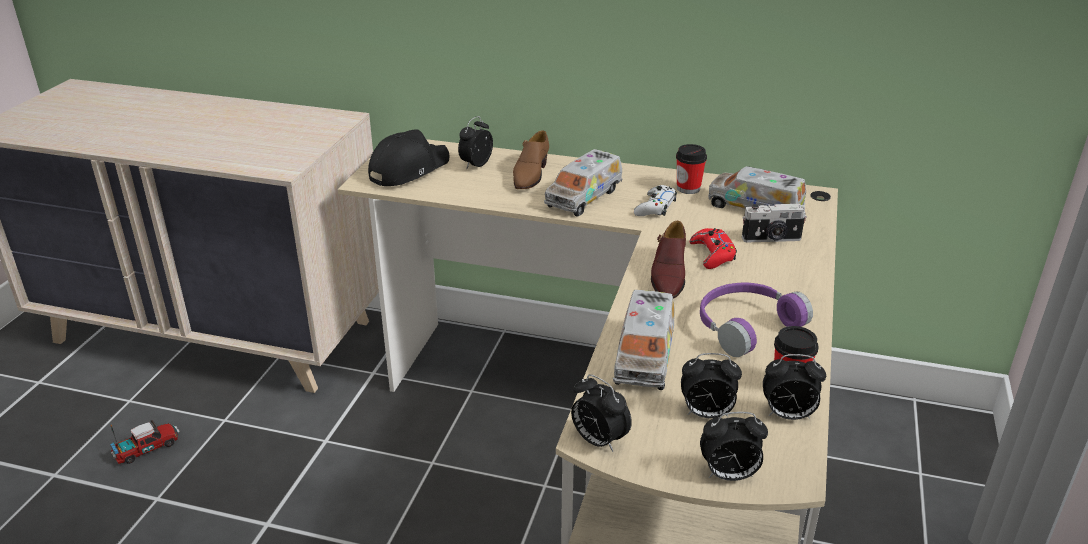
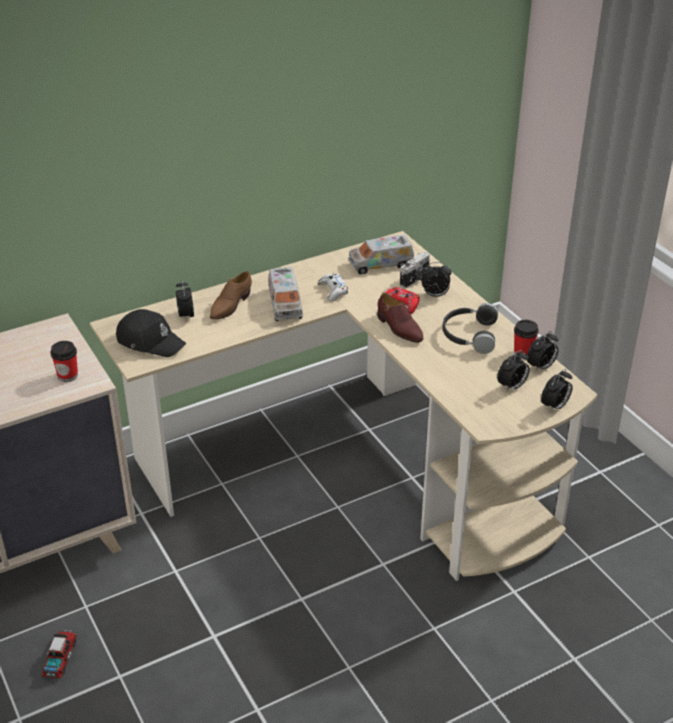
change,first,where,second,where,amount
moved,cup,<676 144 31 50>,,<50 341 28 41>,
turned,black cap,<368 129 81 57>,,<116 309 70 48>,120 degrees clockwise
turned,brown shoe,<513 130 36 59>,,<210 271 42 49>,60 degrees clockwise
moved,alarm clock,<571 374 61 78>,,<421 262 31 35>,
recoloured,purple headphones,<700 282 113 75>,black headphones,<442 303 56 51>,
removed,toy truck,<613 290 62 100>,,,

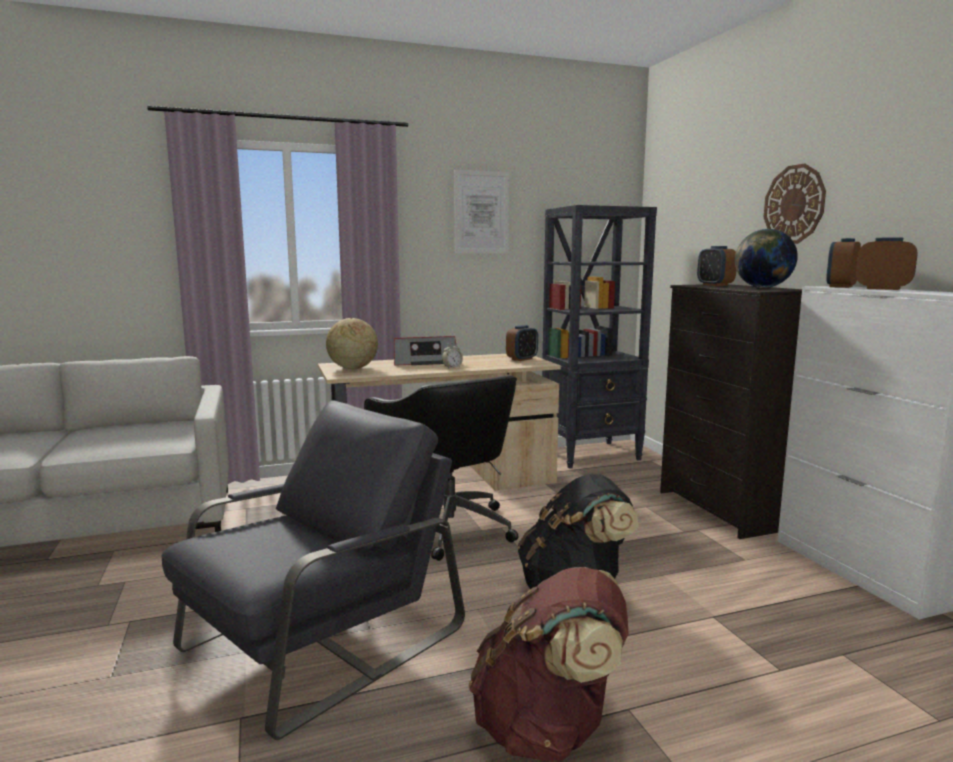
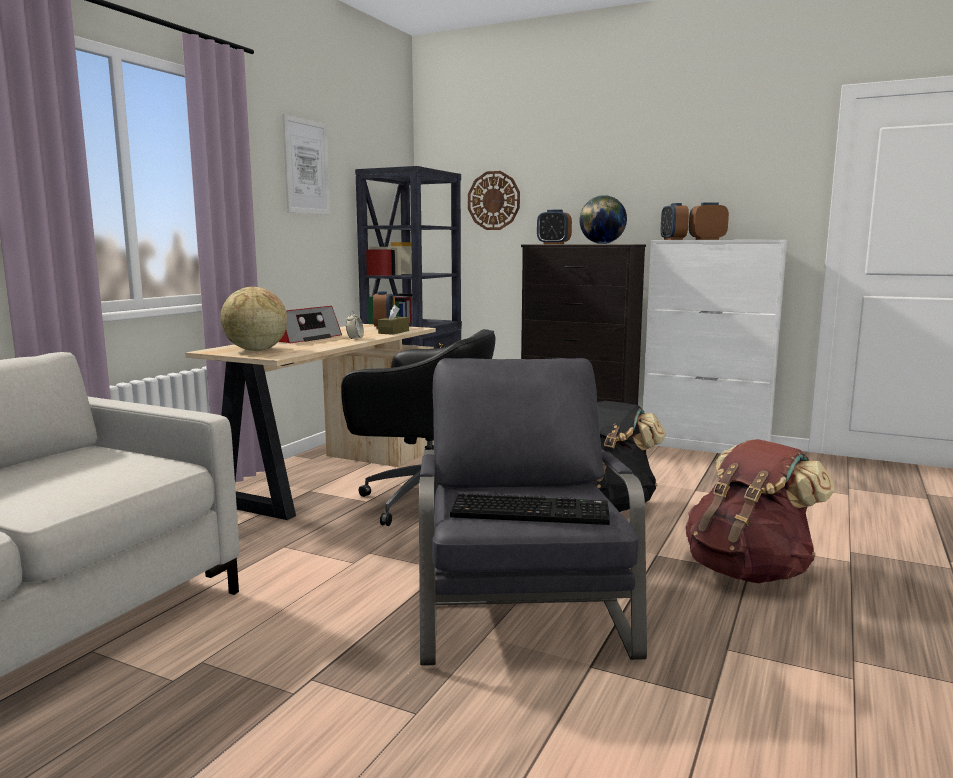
change,first,where,second,where,amount
added,,,brown tissue box,<378 305 31 30>,
added,,,keyboard,<450 493 160 32>,
moved,wall clock,<764 164 62 80>,,<468 171 52 59>,

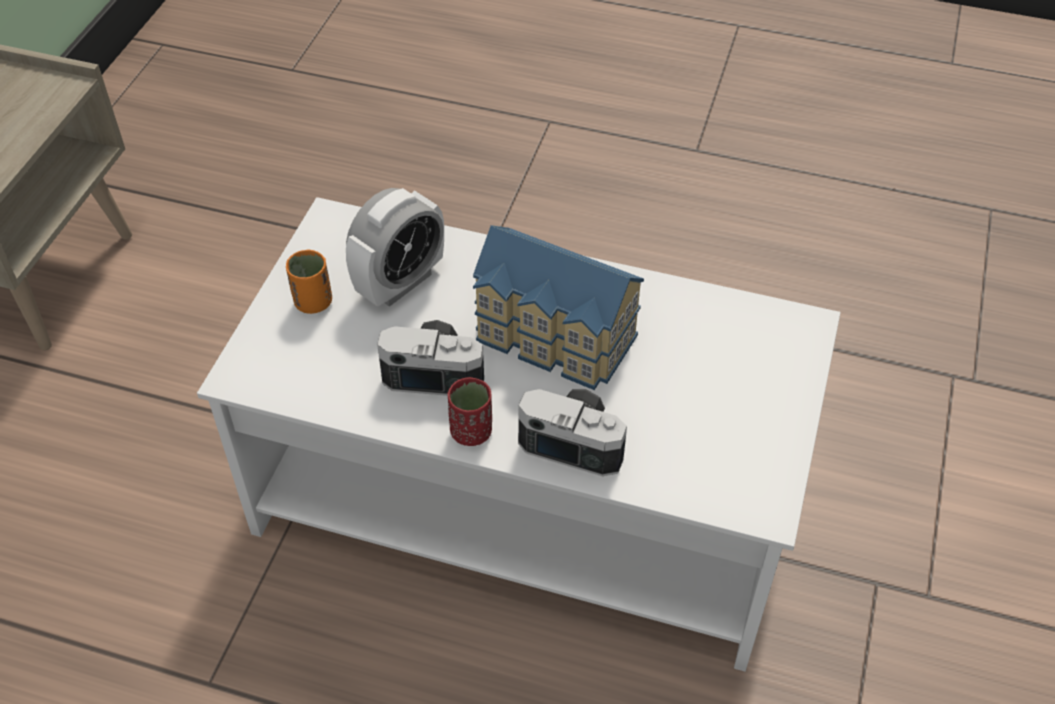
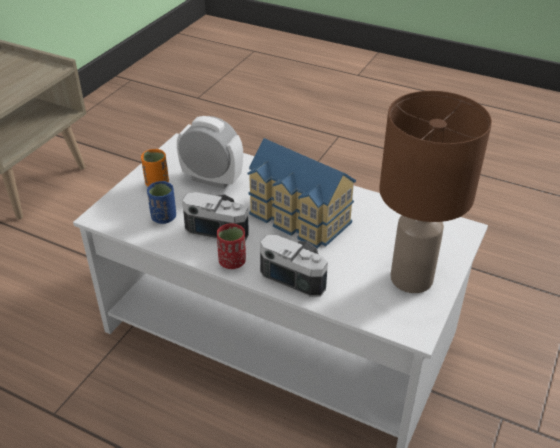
change,first,where,second,where,amount
added,,,blue cup,<147 181 29 43>,
turned,alarm clock,<346 188 98 119>,,<177 116 66 73>,120 degrees counterclockwise
added,,,brown table lamp,<379 91 113 202>,

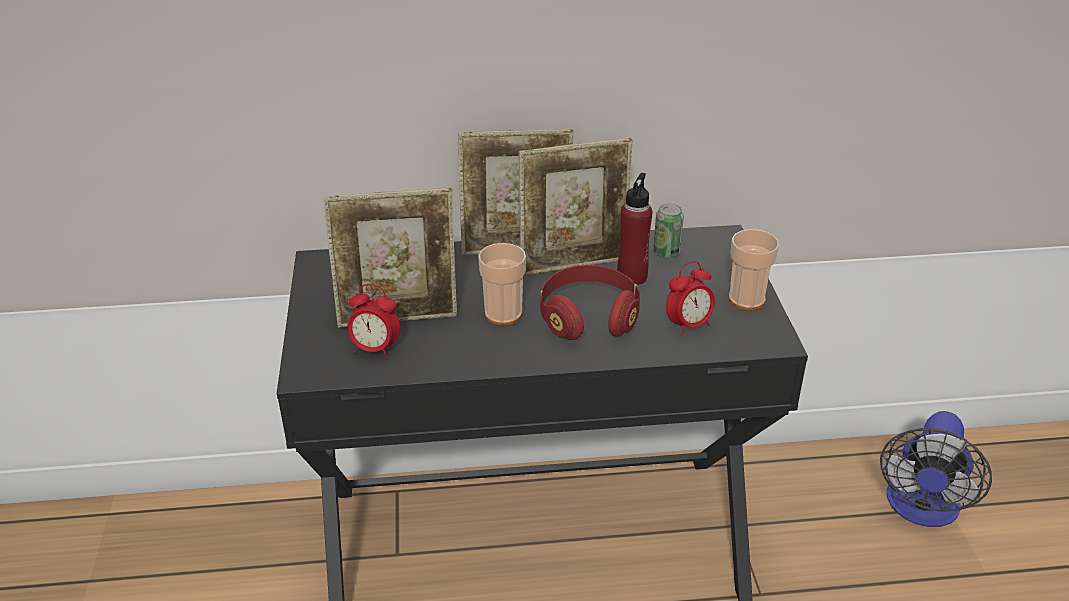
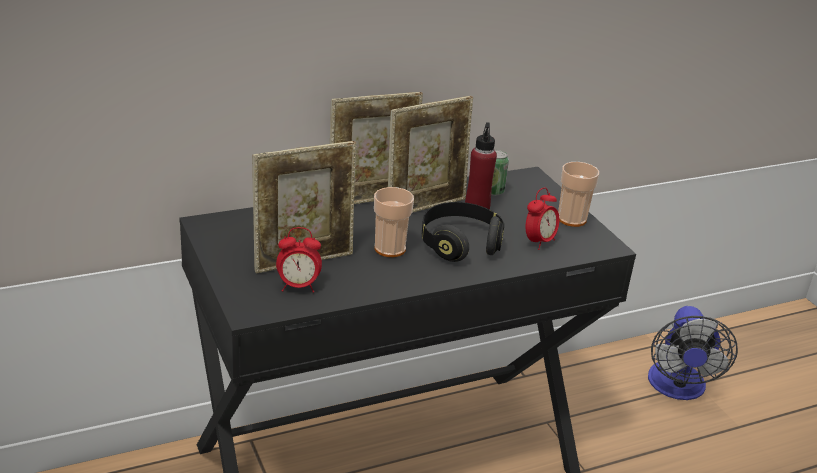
change,first,where,second,where,amount
recoloured,red headphones,<540 265 100 75>,black headphones,<422 202 82 60>,

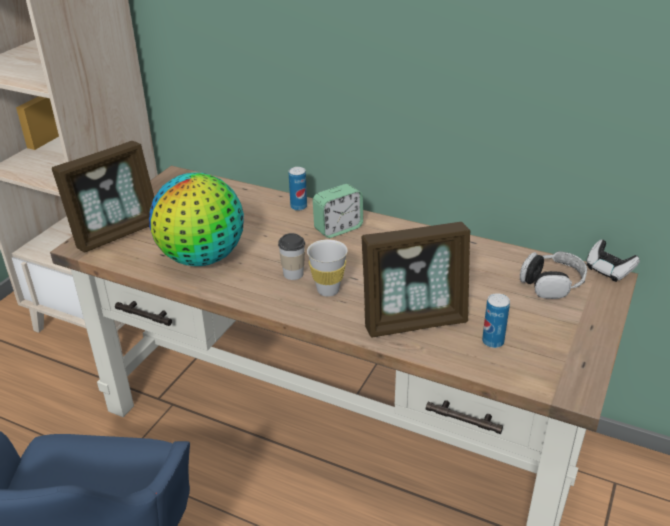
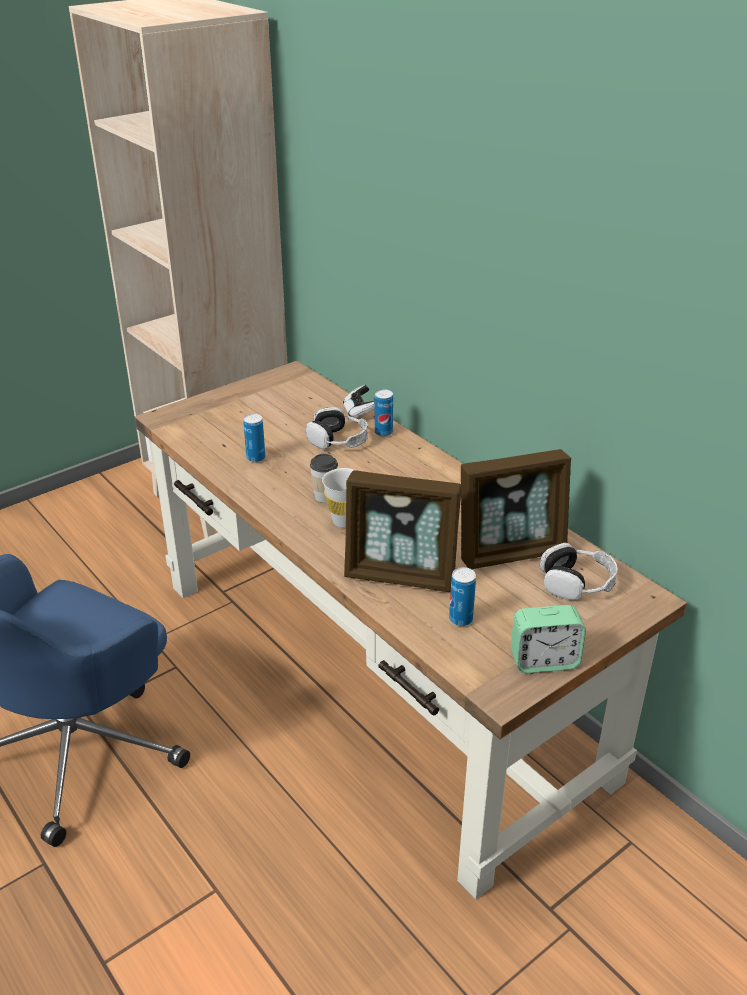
change,first,where,second,where,amount
replaced,globe,<149 172 95 94>,can,<243 414 22 49>,
added,,,headphones,<306 407 62 42>,
moved,game controller,<586 240 54 42>,,<343 385 32 33>,
moved,picture frame,<52 141 102 112>,,<461 449 110 120>,
moved,alarm clock,<313 184 50 54>,,<511 605 75 68>,

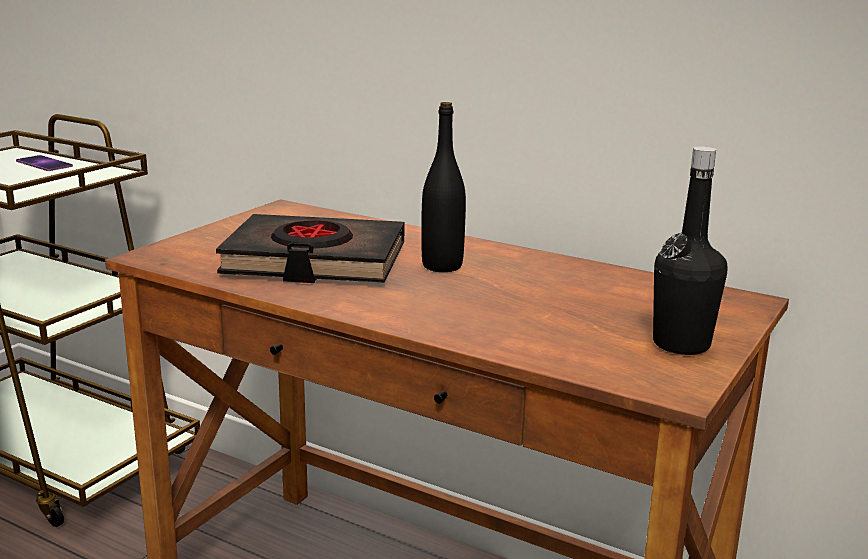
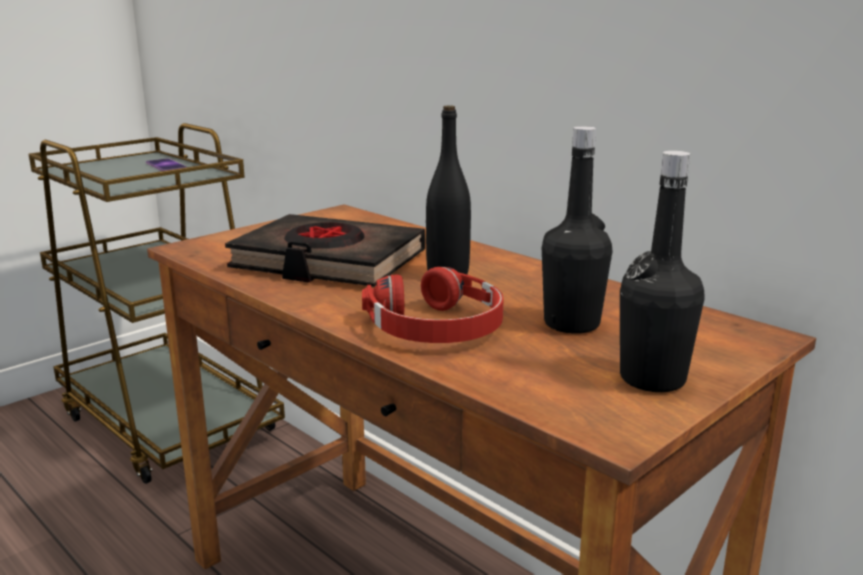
change,first,where,second,where,amount
added,,,red headphones,<362 267 142 76>,
added,,,black bottle,<542 126 70 208>,

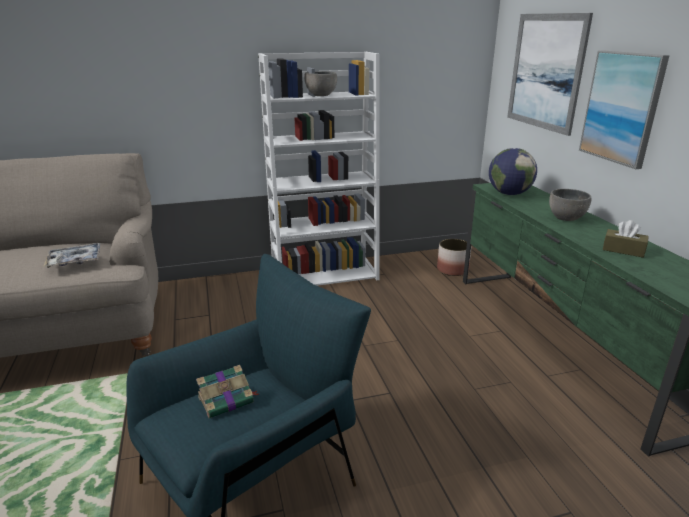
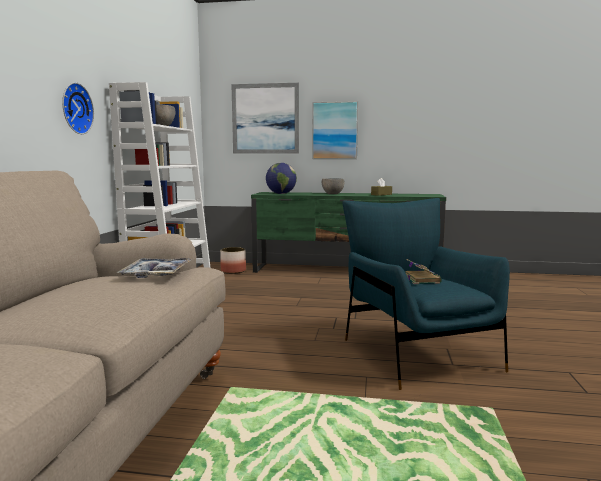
change,first,where,second,where,amount
added,,,wall clock,<62 82 32 52>,

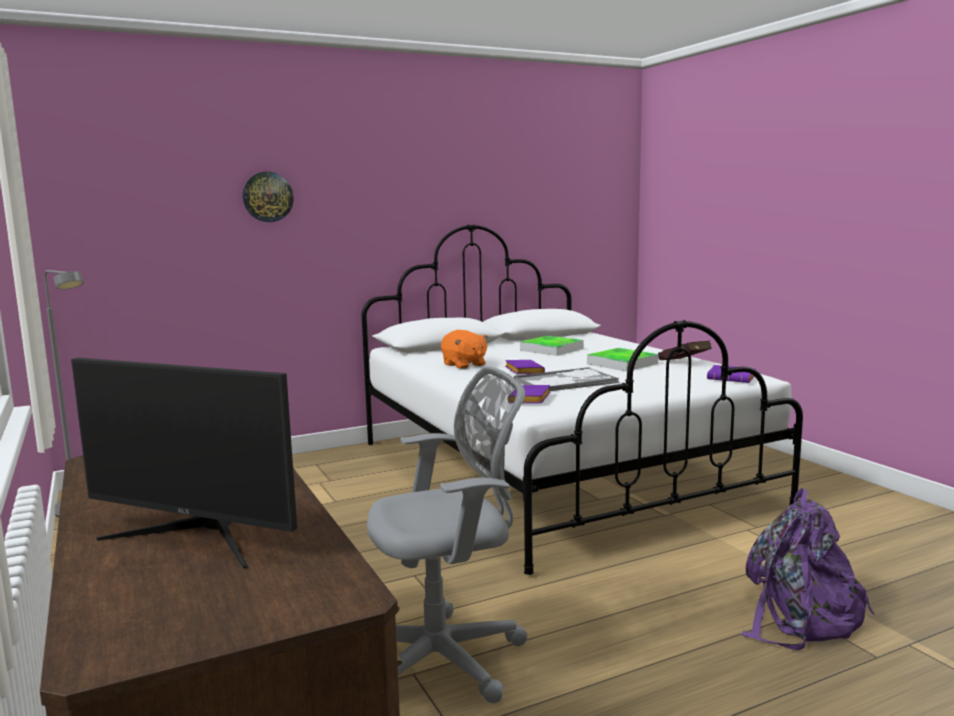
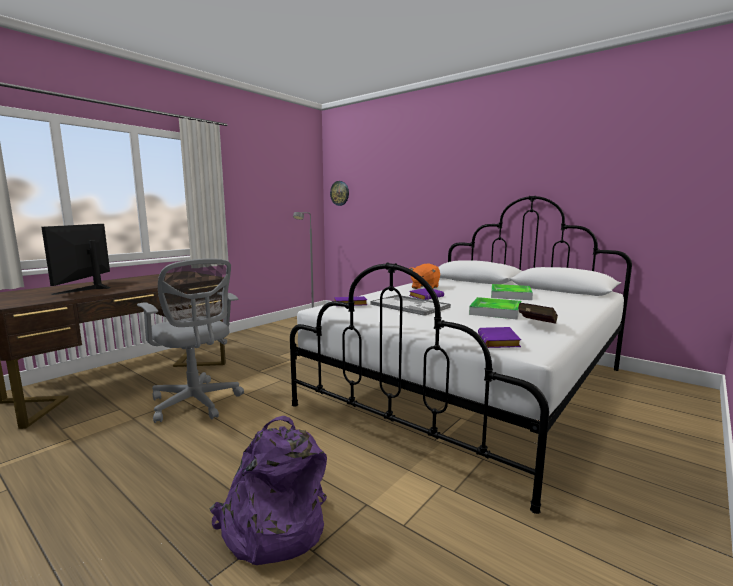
change,first,where,second,where,amount
moved,wall clock,<243 172 51 50>,,<330 181 19 25>,

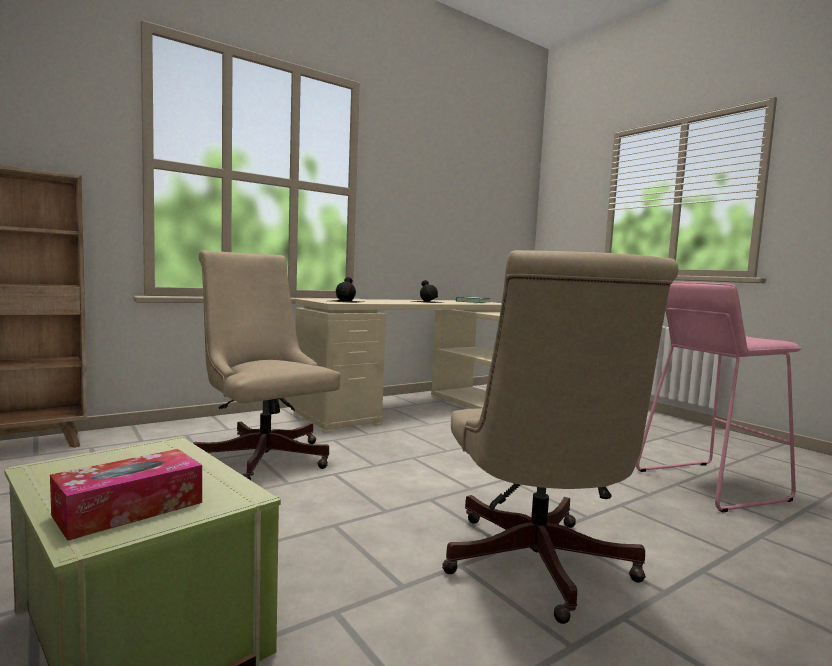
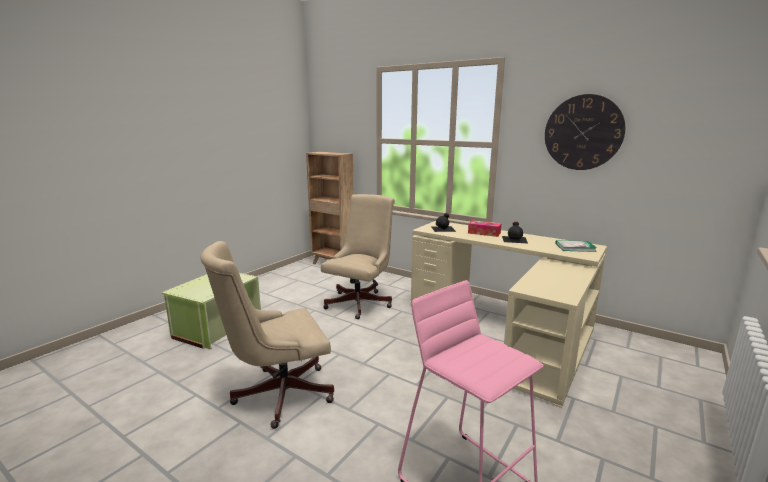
change,first,where,second,where,amount
moved,tissue box,<50 449 152 92>,,<468 220 33 17>,
added,,,wall clock,<545 94 80 76>,

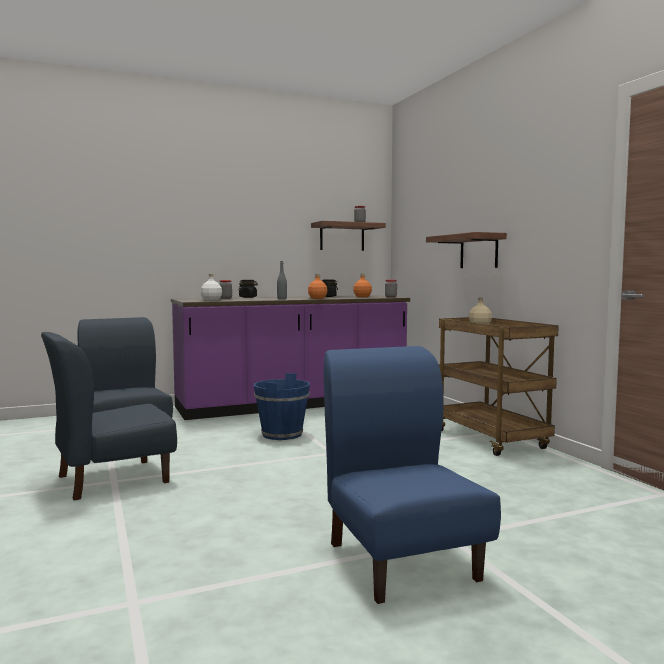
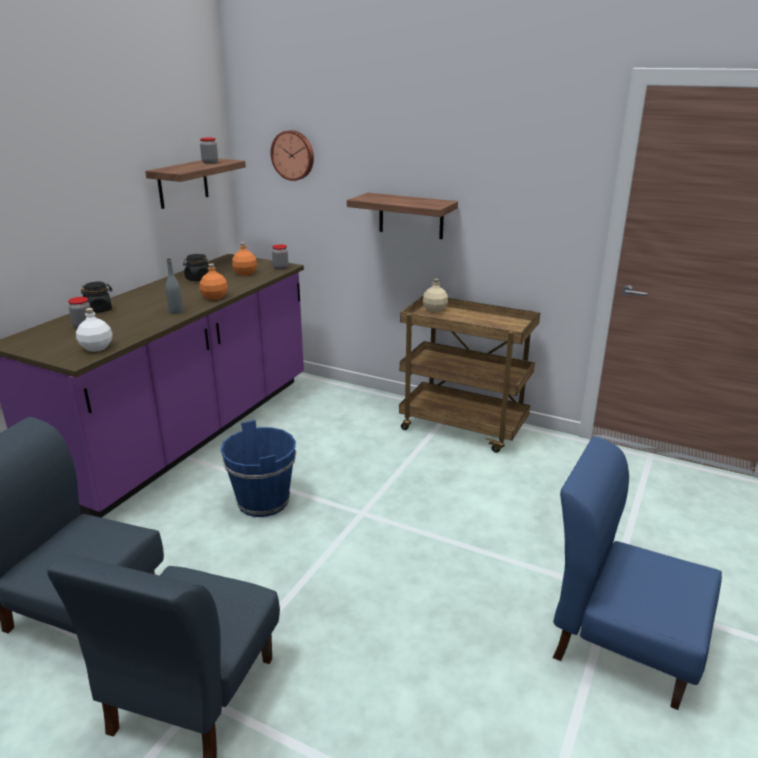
change,first,where,second,where,amount
added,,,wall clock,<271 130 43 51>,

